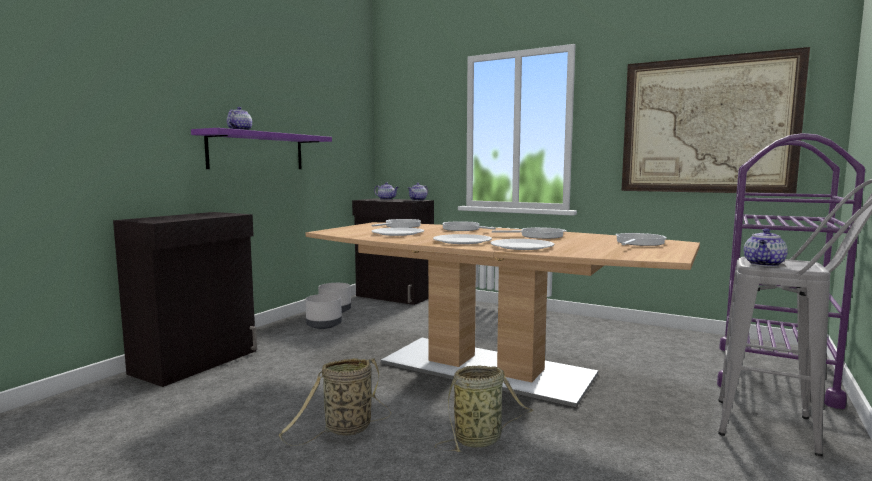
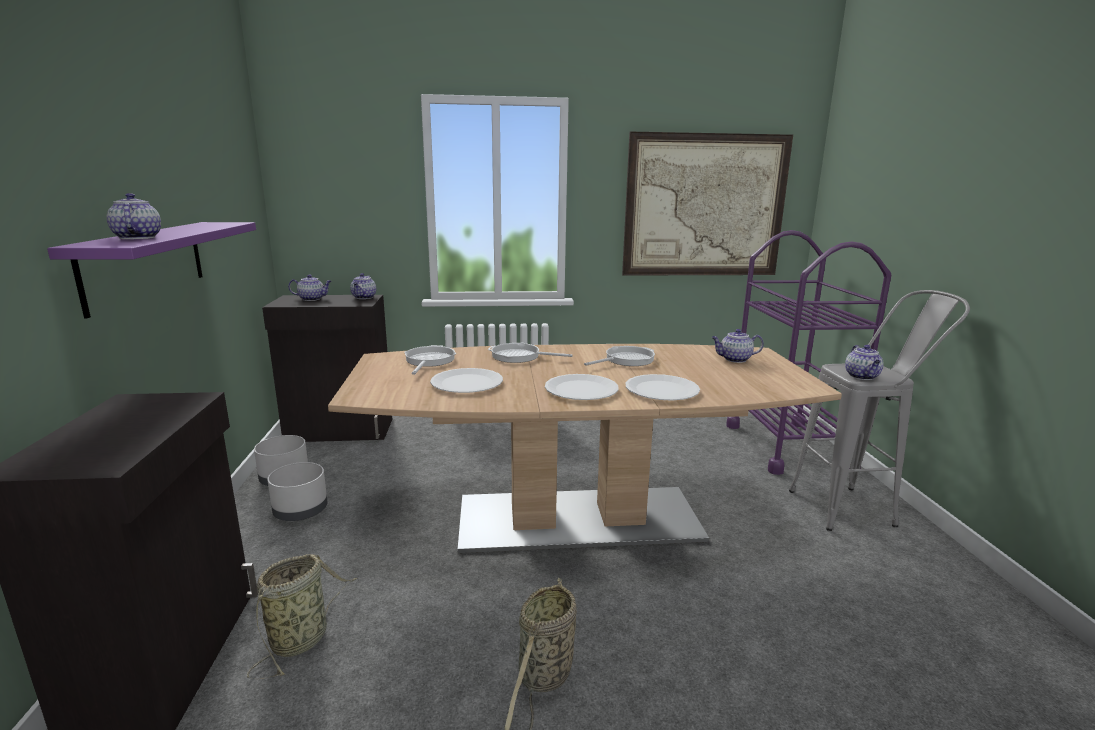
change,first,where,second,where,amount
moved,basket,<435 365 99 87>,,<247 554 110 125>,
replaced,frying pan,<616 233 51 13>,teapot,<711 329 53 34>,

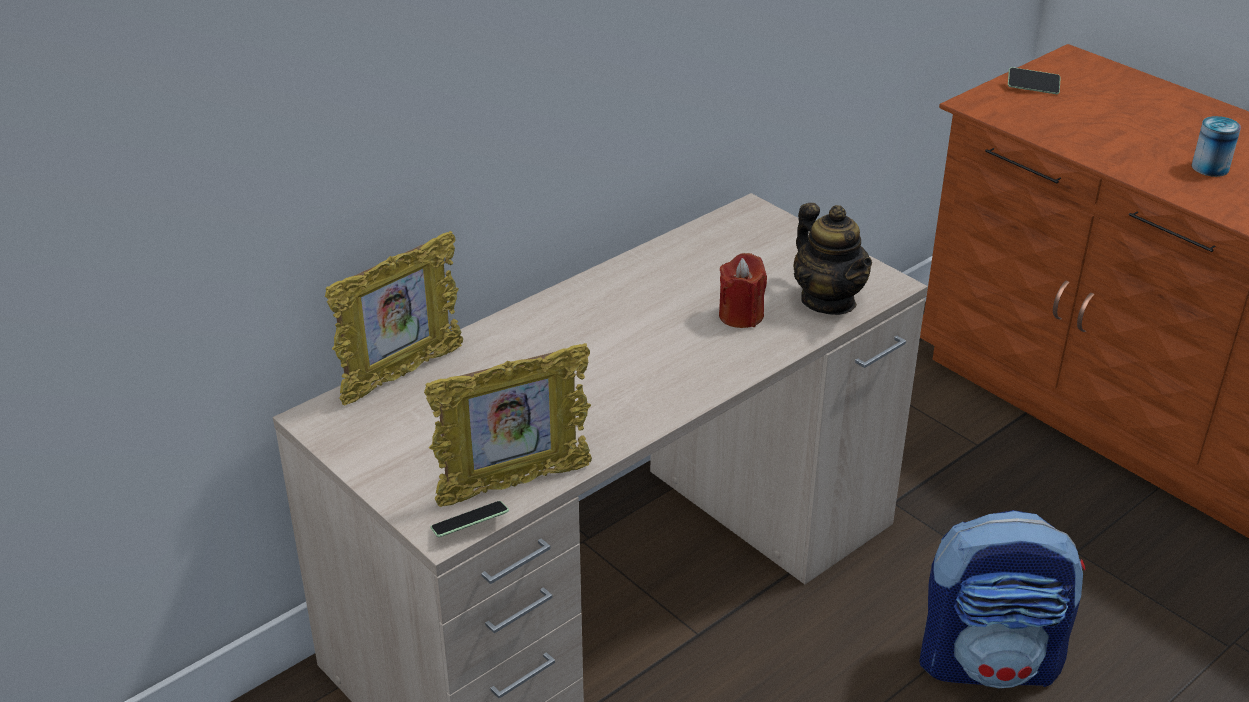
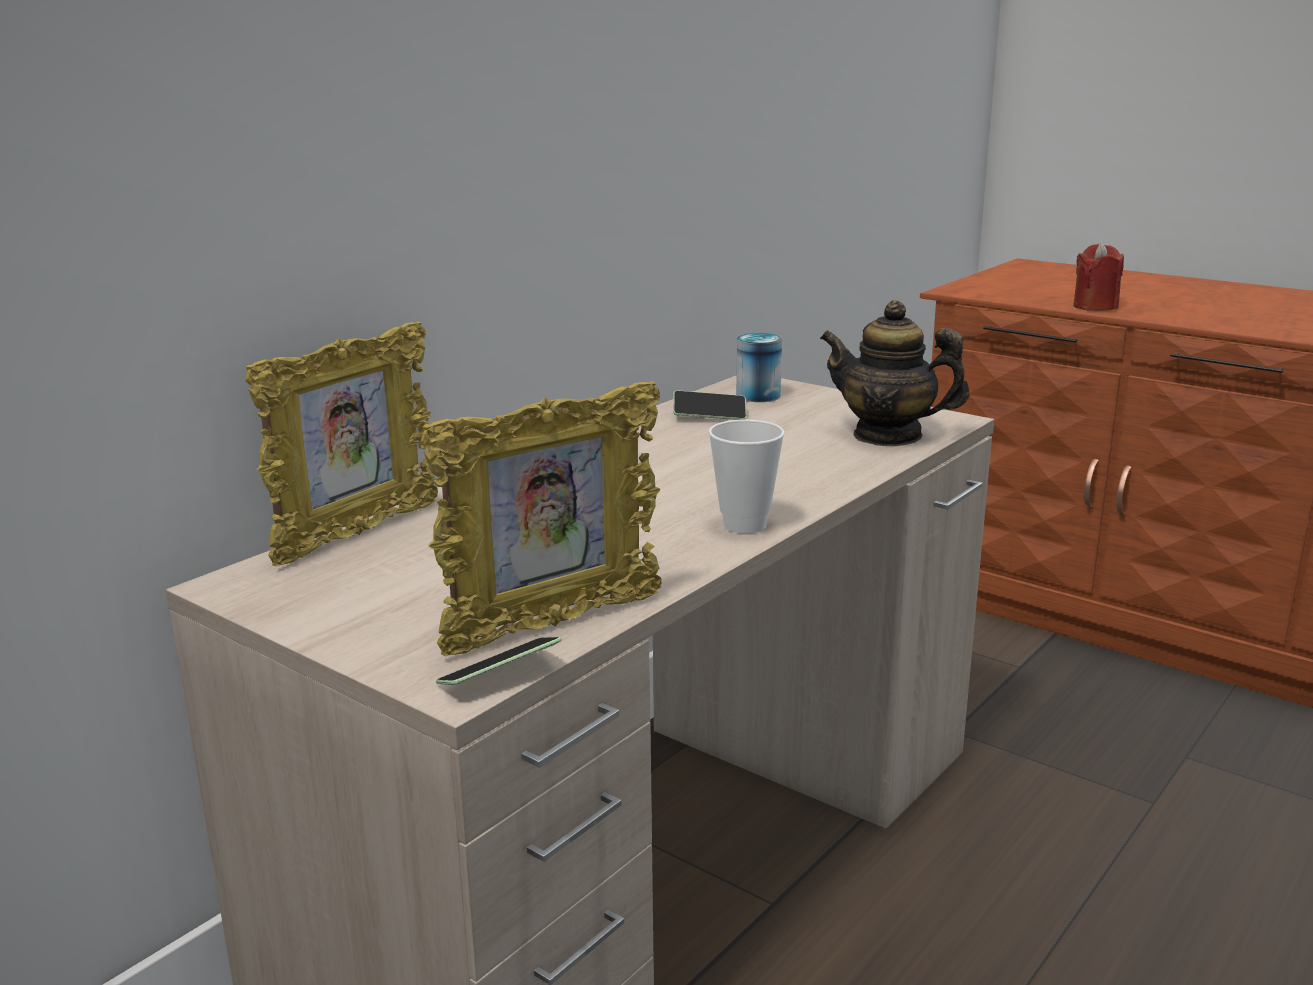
change,first,where,second,where,amount
moved,phone,<1008 67 53 27>,,<673 391 74 29>,
added,,,cup,<708 419 77 115>,
moved,can,<1192 116 49 61>,,<736 333 46 69>,
turned,teapot,<794 203 78 112>,,<820 300 150 147>,150 degrees clockwise
moved,red candle,<719 253 48 75>,,<1073 242 51 69>,
removed,backpack,<919 510 167 178>,,,

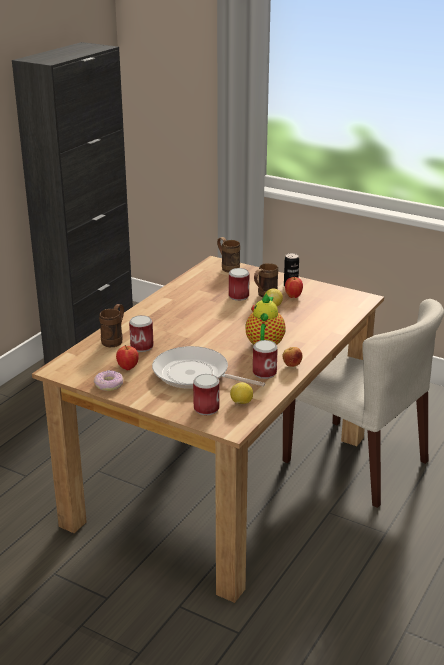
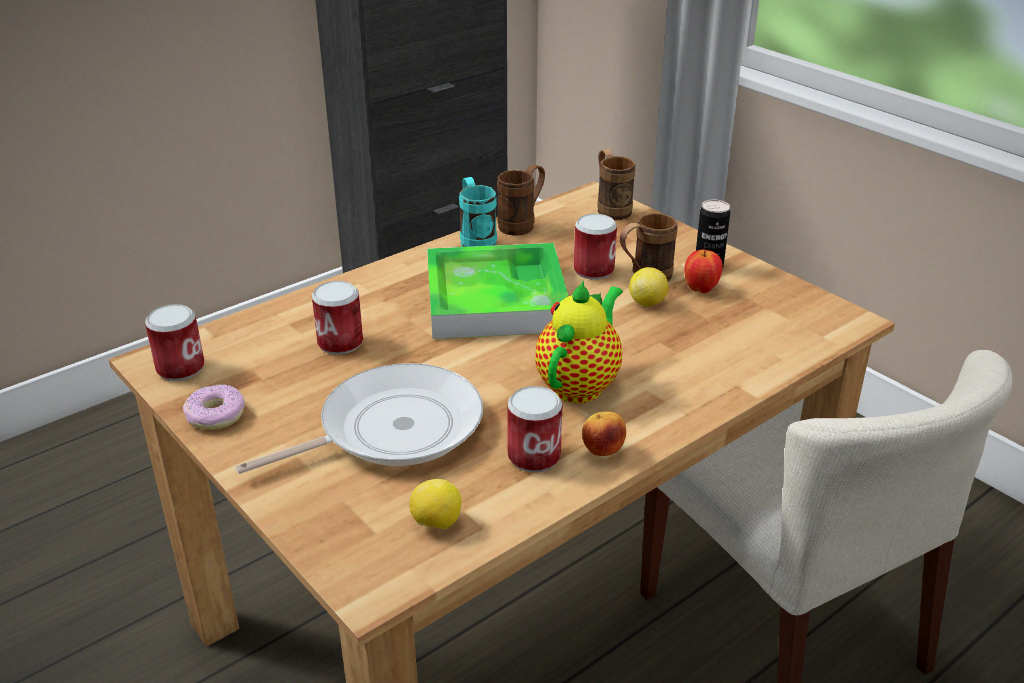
change,first,where,second,where,amount
moved,can,<193 374 26 41>,,<145 304 59 77>,
turned,frying pan,<152 346 113 43>,,<236 363 247 111>,105 degrees clockwise
added,,,tray,<427 243 141 96>,
added,,,turquoise mug,<459 177 38 70>,
moved,brown mug,<99 304 25 43>,,<497 164 48 72>,
removed,apple,<116 345 23 25>,,,

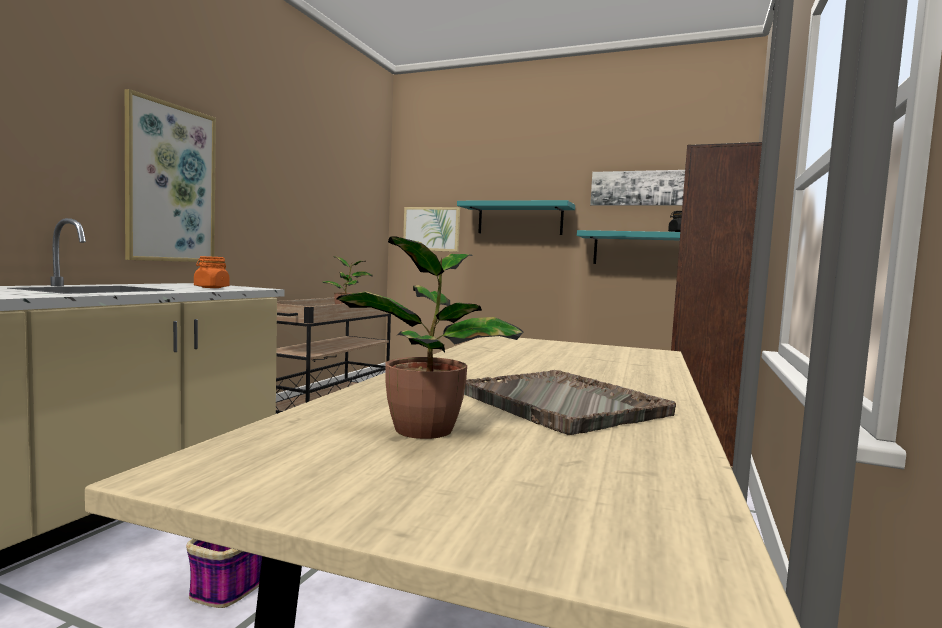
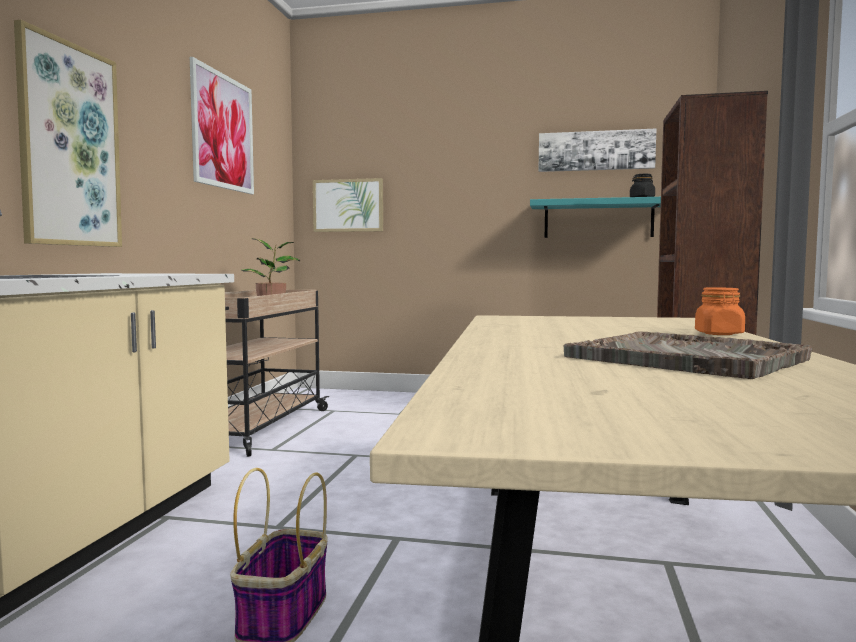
change,first,where,second,where,amount
added,,,picture,<190 57 64 137>,
moved,orange jar,<194 256 36 32>,,<695 287 50 48>,
removed,potted plant,<337 236 186 203>,,,
removed,turquoise shelf,<457 200 118 35>,,,

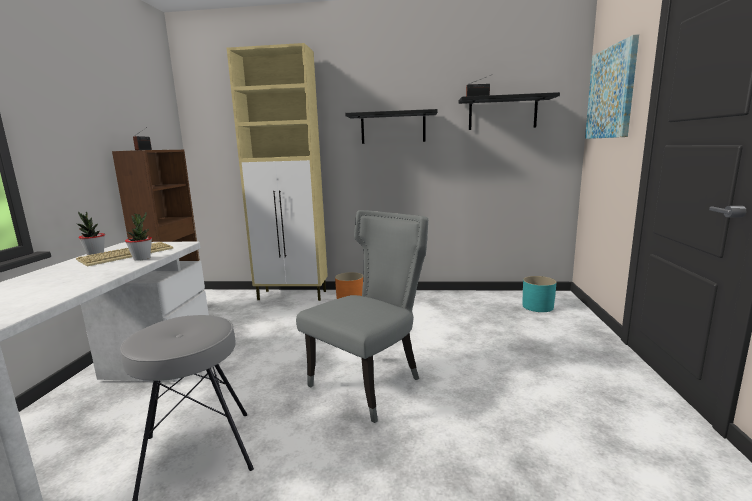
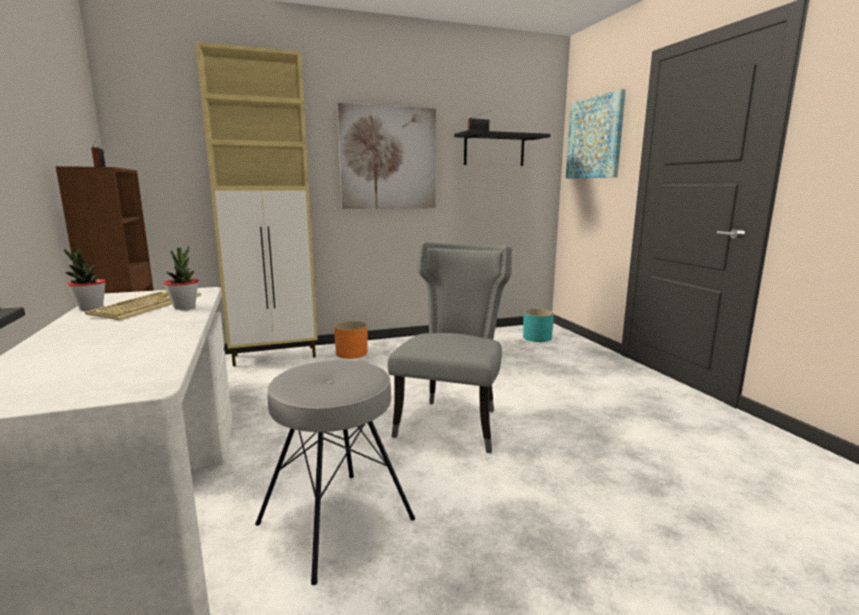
change,first,where,second,where,amount
replaced,black shelf,<345 109 93 35>,picture,<337 103 99 106>,

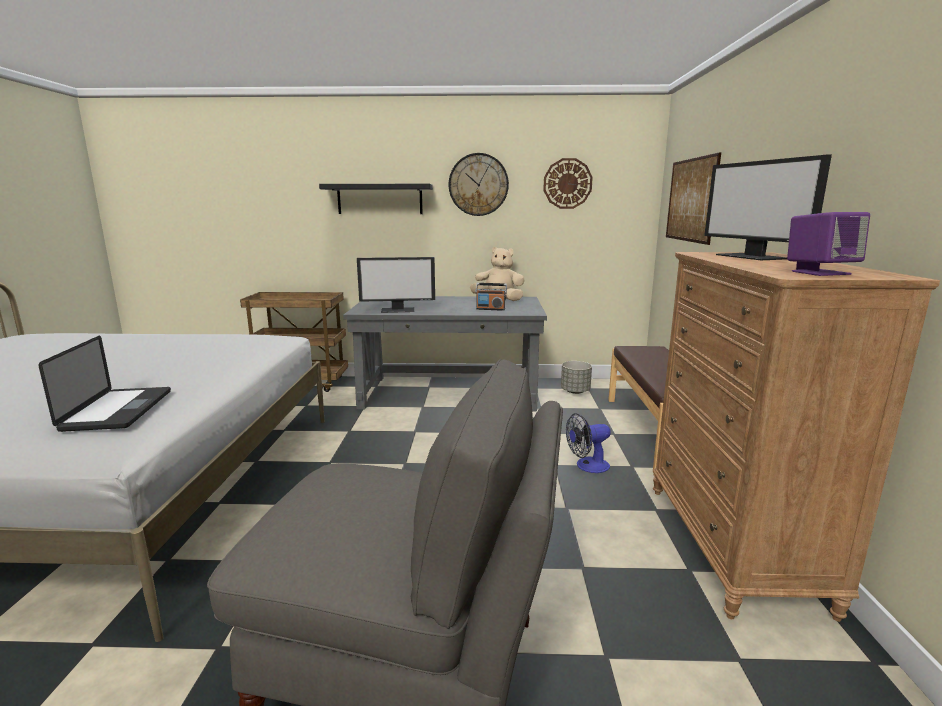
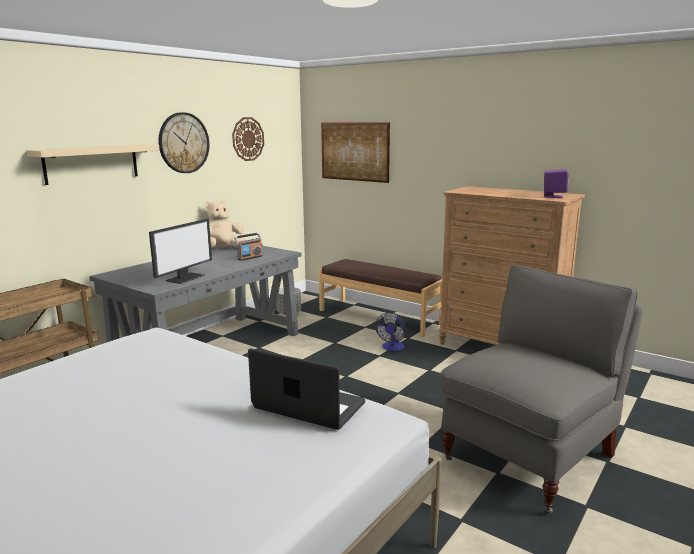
change,first,where,second,where,amount
recoloured,black shelf,<319 184 114 30>,beige shelf,<26 145 134 40>,
removed,monitor,<704 154 128 106>,,,

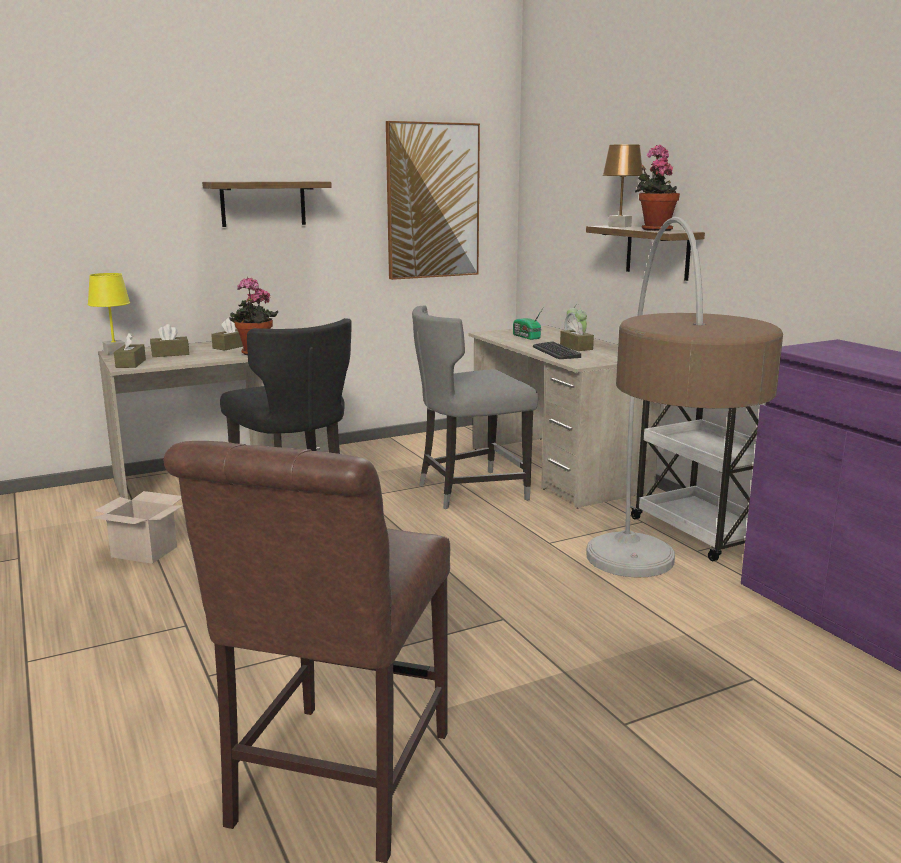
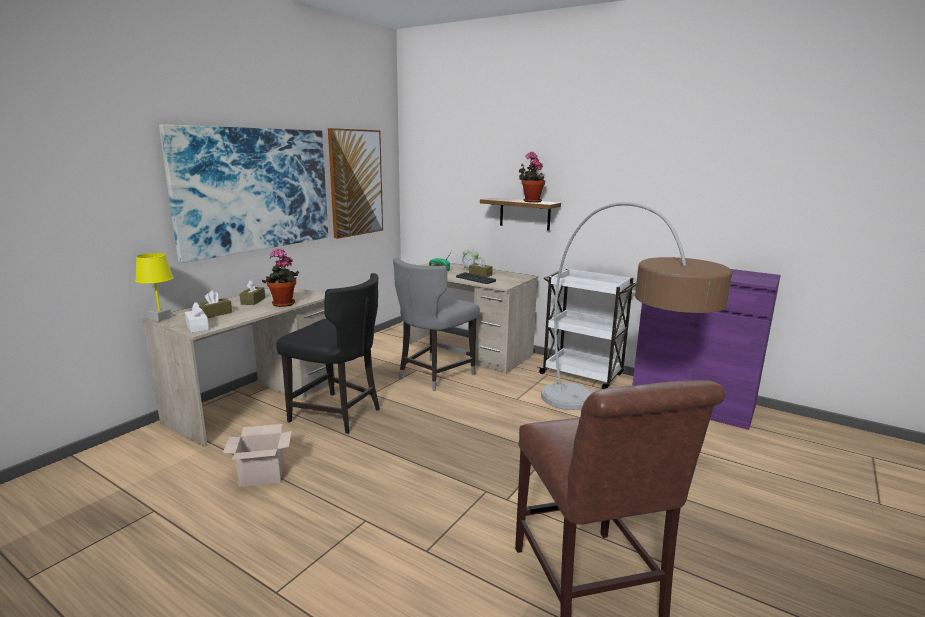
change,first,where,second,where,amount
replaced,shelf,<202 181 130 46>,picture,<159 125 169 138>,
recoloured,brown tissue box,<114 332 32 36>,white tissue box,<185 302 24 31>,
removed,brown table lamp,<602 144 41 83>,,,

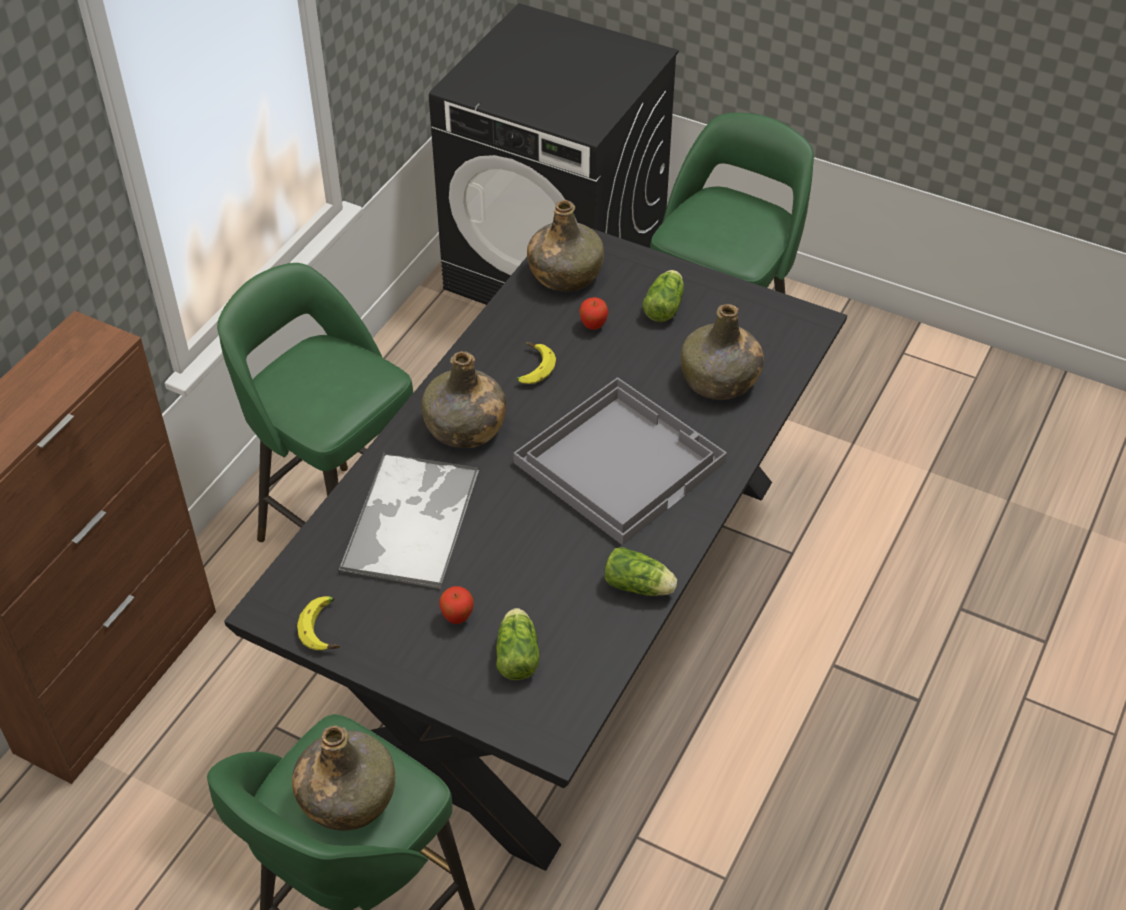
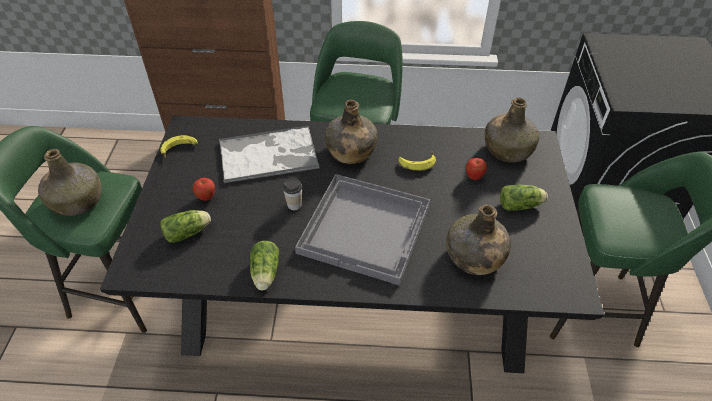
change,first,where,second,where,amount
added,,,cup,<283 179 19 31>,

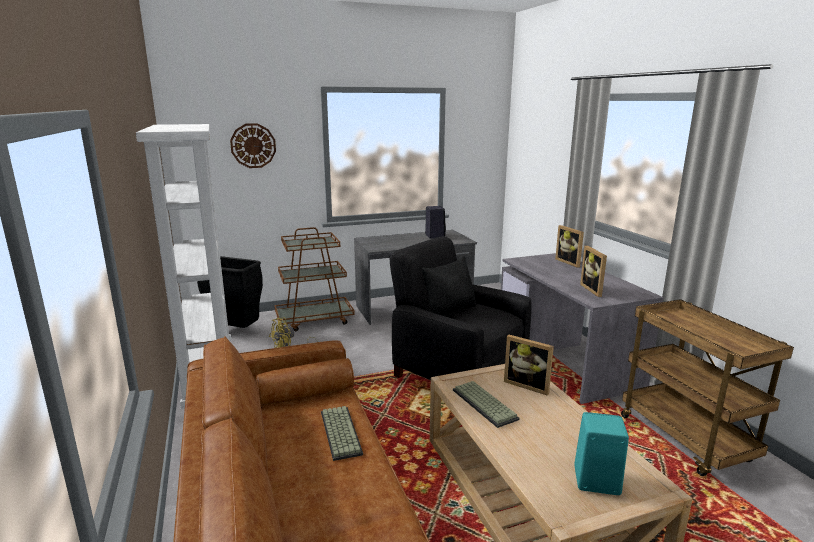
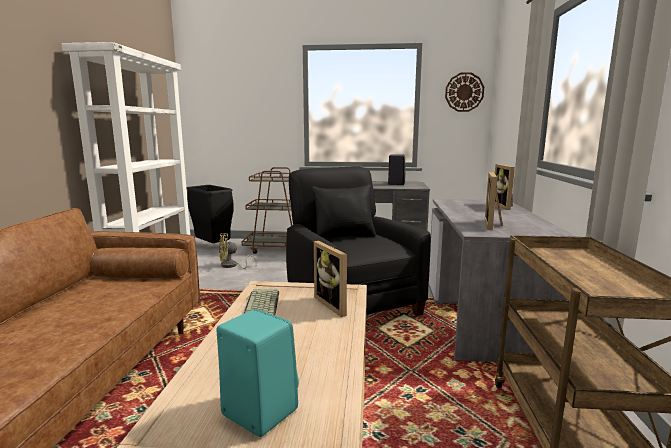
change,first,where,second,where,amount
moved,wall clock,<230 123 46 45>,,<445 72 39 40>,
removed,keyboard,<321 406 42 55>,,,

